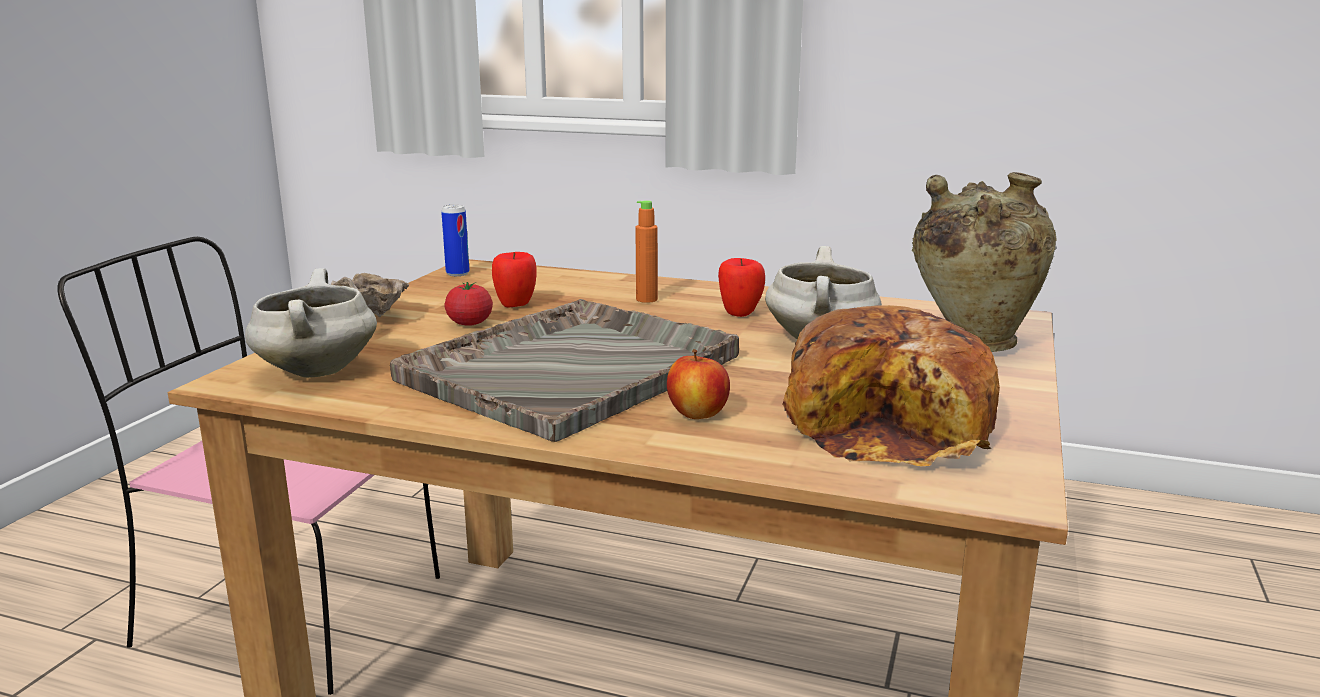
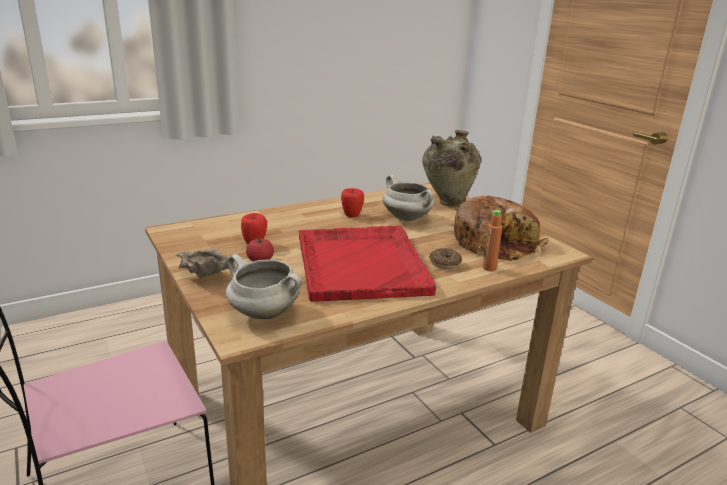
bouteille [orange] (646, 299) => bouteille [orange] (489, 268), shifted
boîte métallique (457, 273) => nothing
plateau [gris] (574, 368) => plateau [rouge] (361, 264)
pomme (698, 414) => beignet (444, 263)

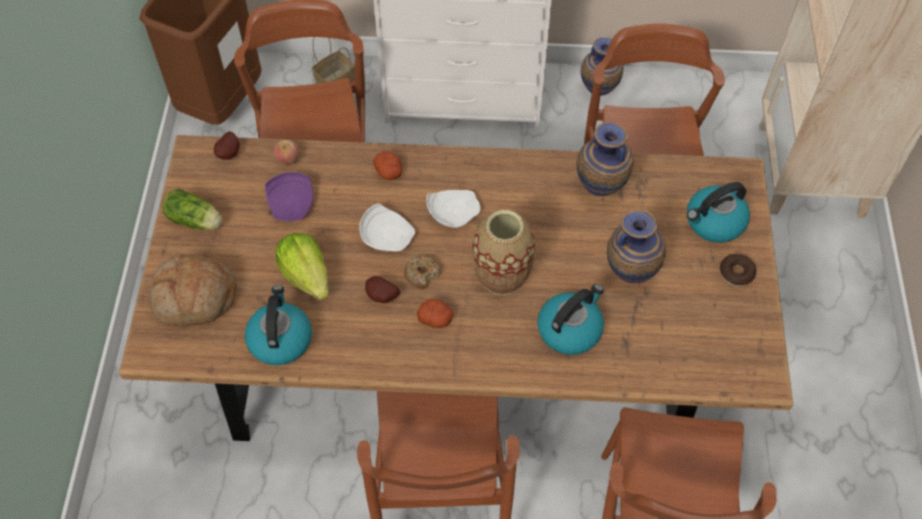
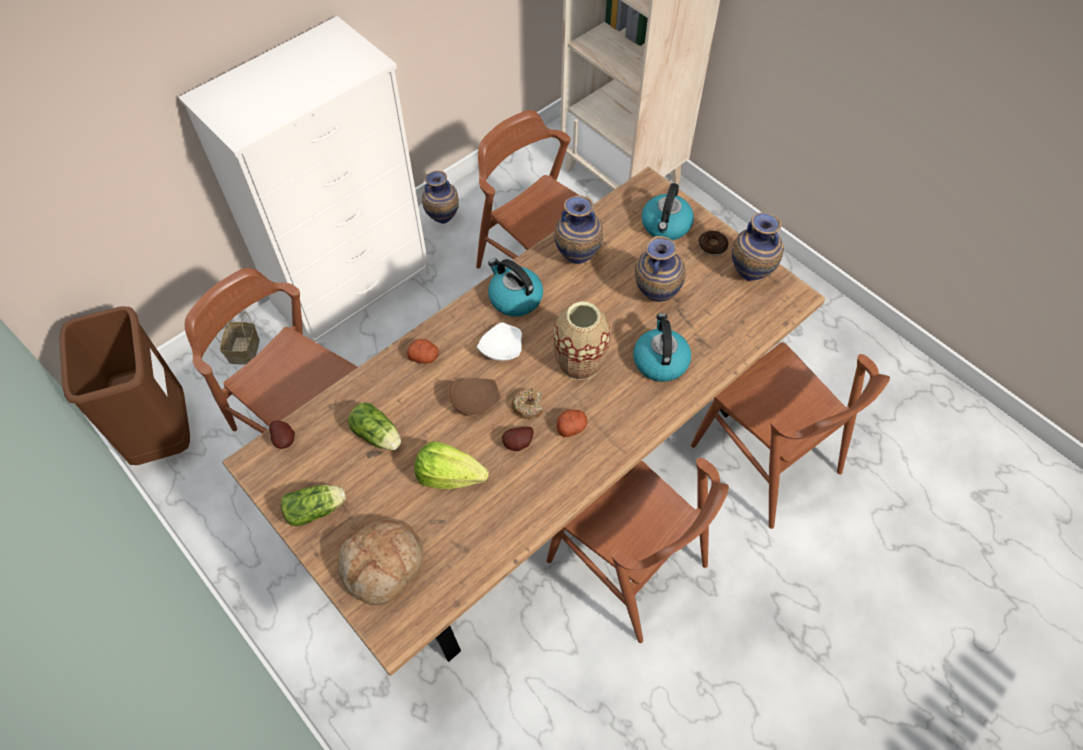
pomme (288, 159) => nothing
assiette [violet] (292, 204) => laitue (378, 436)
assiette [blanc] (387, 235) => assiette [marron] (473, 400)
bouilloire (280, 339) => bouilloire (514, 298), shifted
nothing => vase (750, 275)

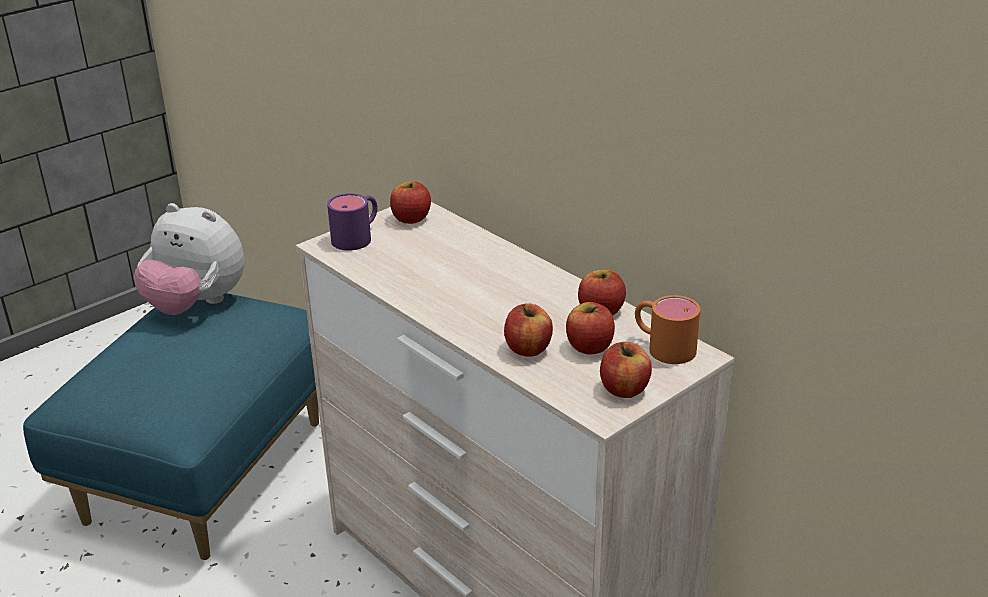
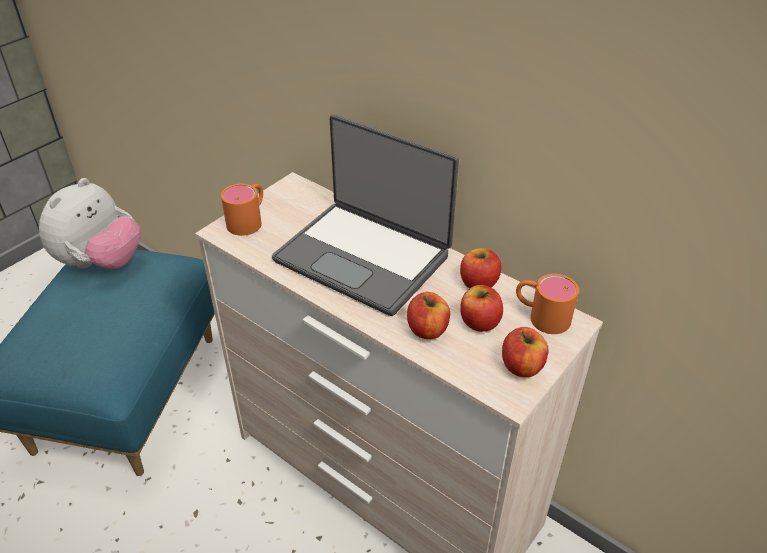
pomme (411, 218) => nothing
mug [violet] (358, 237) => mug [orange] (249, 220)
peluche (196, 305) => peluche (101, 262), 75 degrees counterclockwise
nothing => ordinateur portable (364, 256)

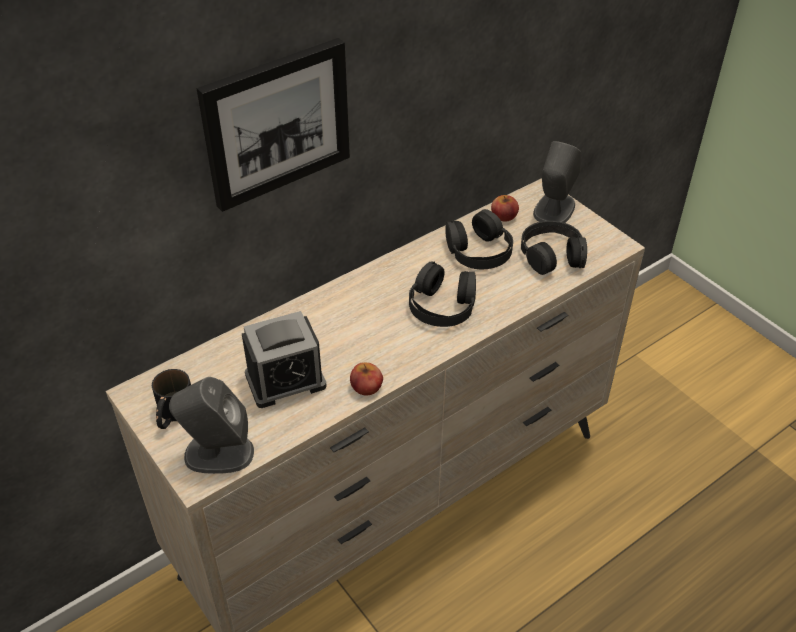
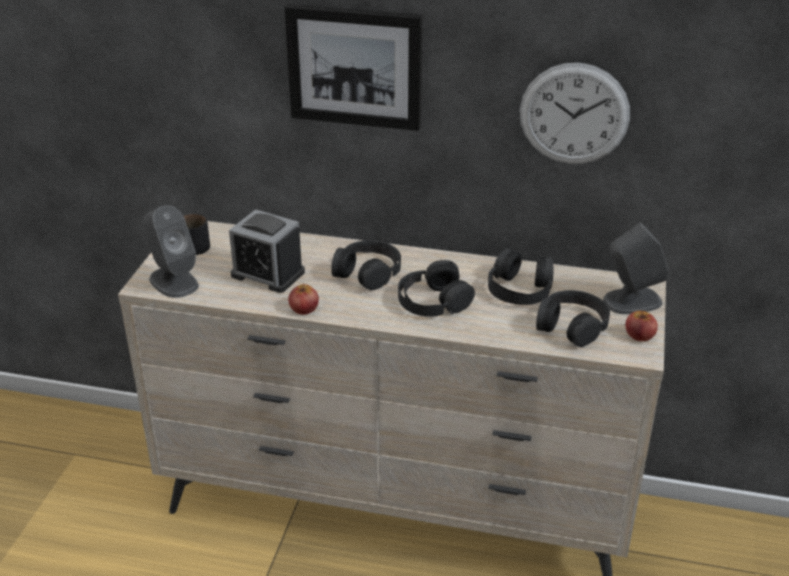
pomme (504, 216) => pomme (639, 335), shifted
nothing => horloge murale (574, 114)
nothing => casque audio [noir] (367, 272)

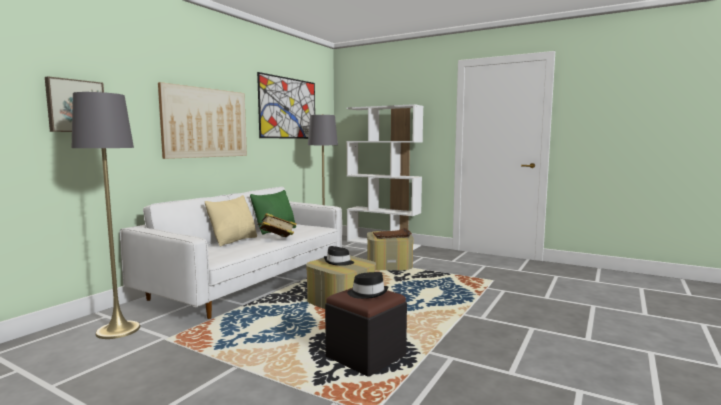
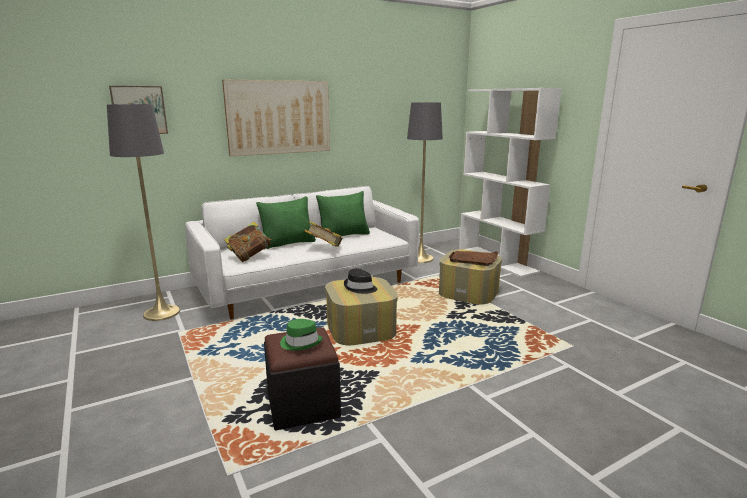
tableau (288, 108) => nothing
coussin [beige] (234, 241) => coussin [vert] (288, 243)
chapeau [noir] (368, 293) => chapeau [vert] (301, 342)
nothing => livre (249, 256)

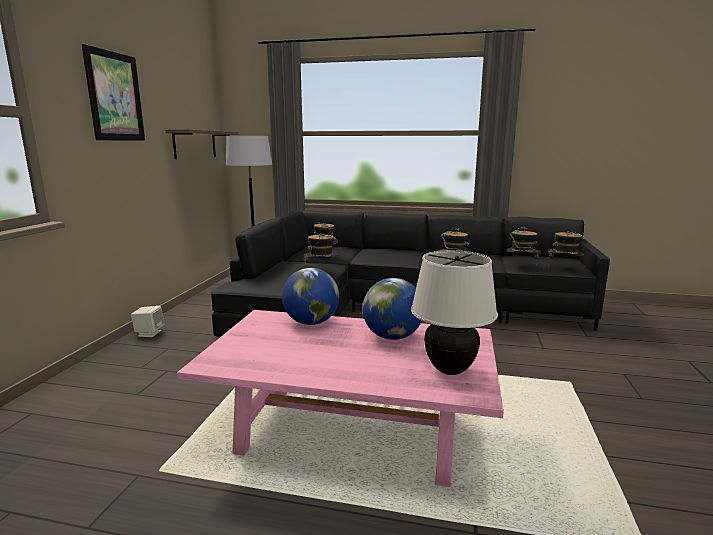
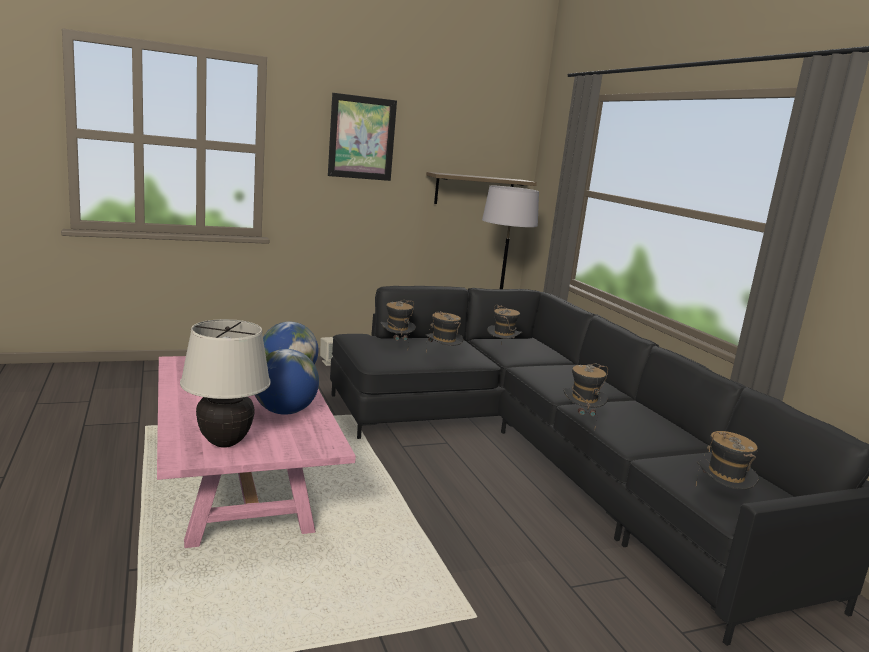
chapeau (521, 266) => chapeau (396, 346), shifted

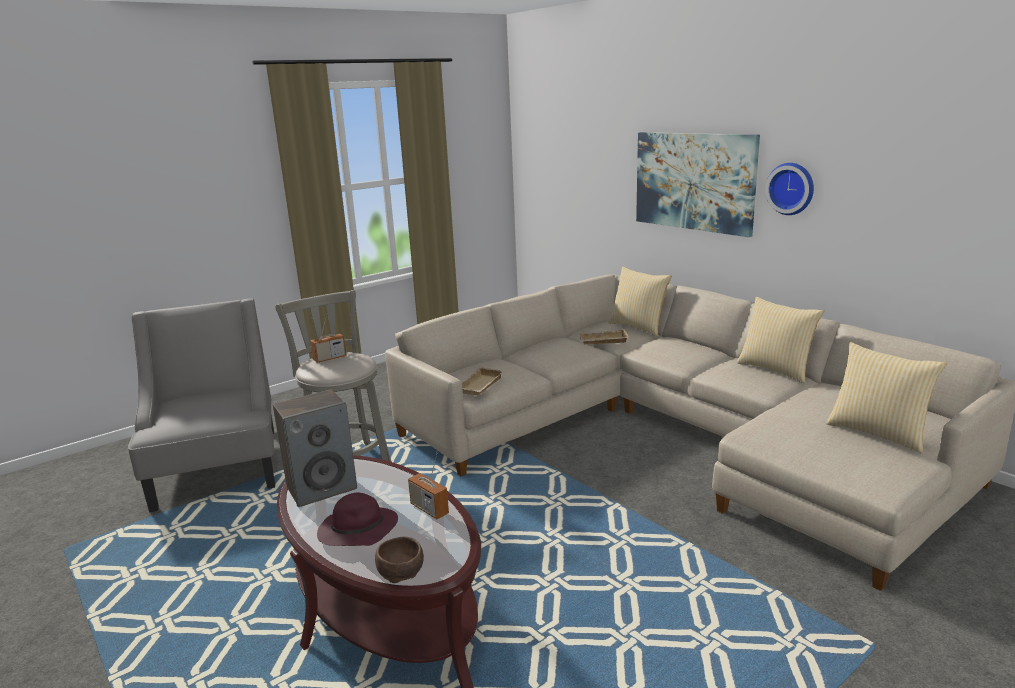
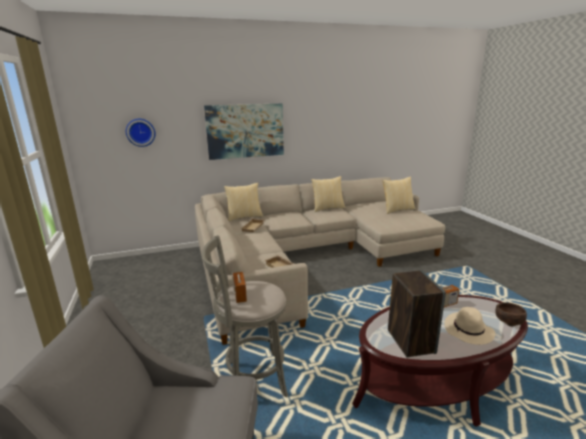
horloge murale (791, 188) => horloge murale (140, 132), shifted
chapeau [violet] (357, 531) => chapeau [beige] (468, 331)

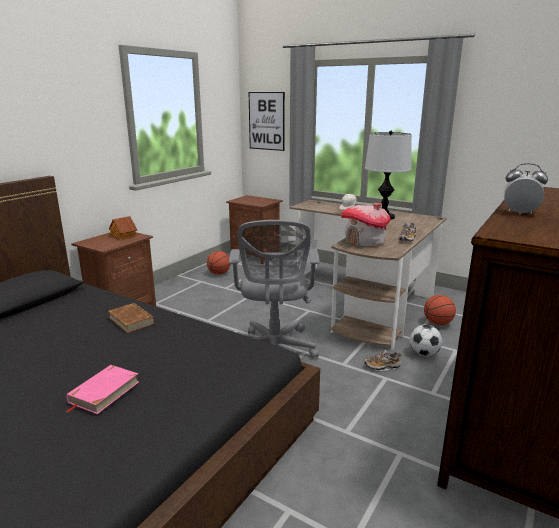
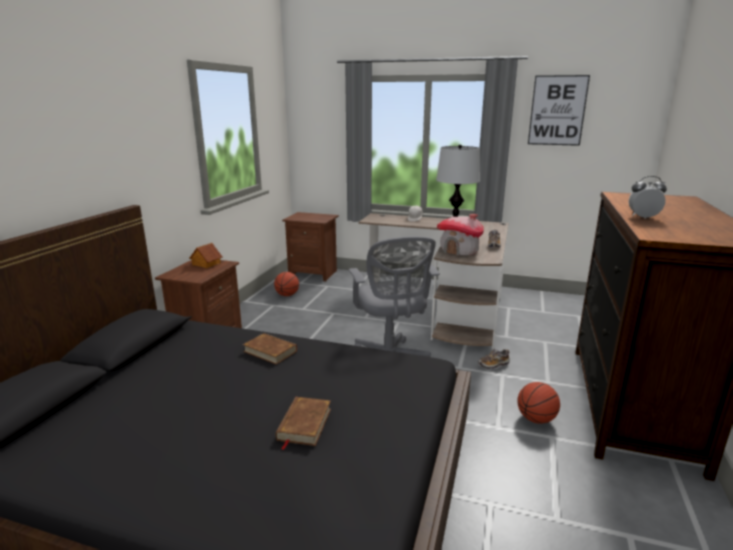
tableau (266, 121) => tableau (557, 110), shifted
ballon de basket (437, 323) => ballon de basket (536, 419), shifted
ballon de foot (424, 354) => nothing
livre [rose] (104, 392) => livre [marron] (304, 424)

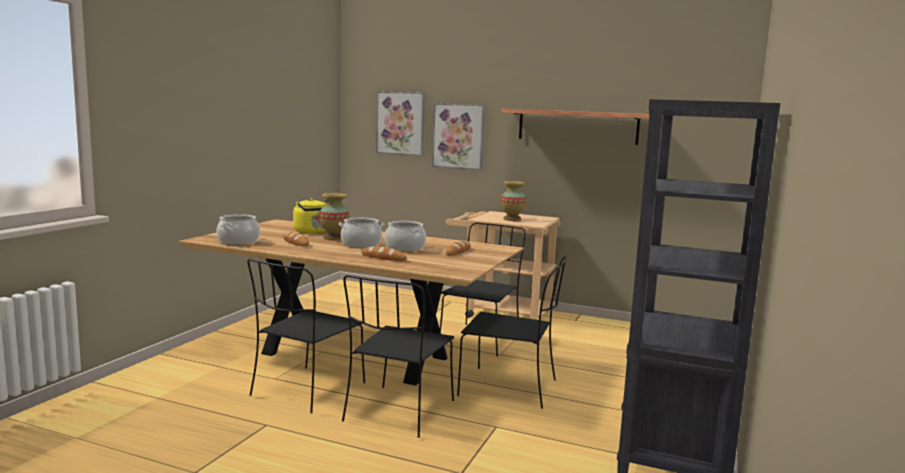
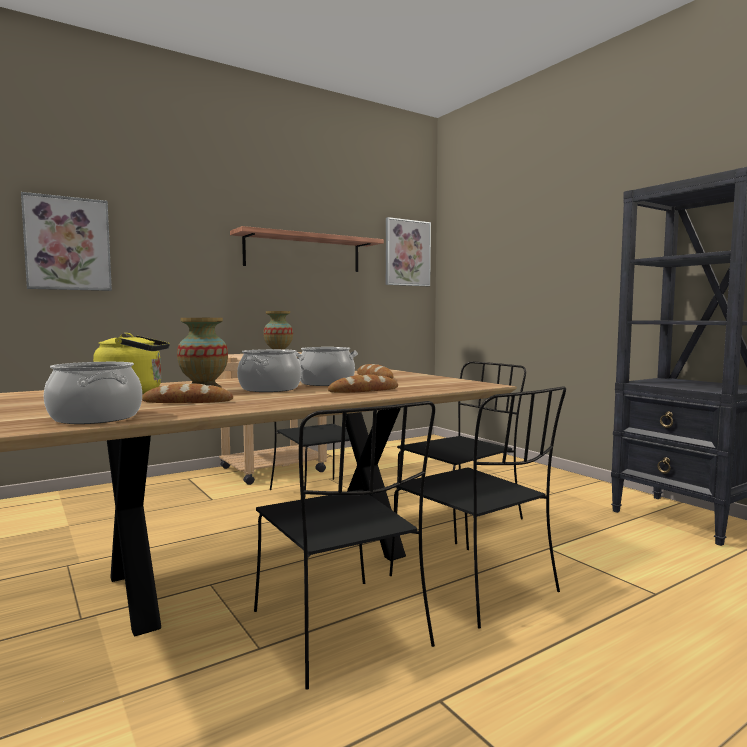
tableau (458, 136) => tableau (407, 253), shifted

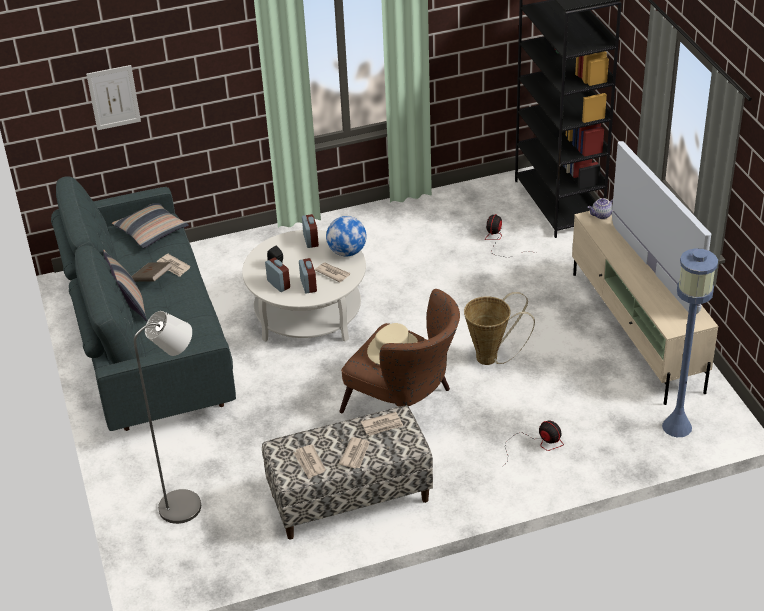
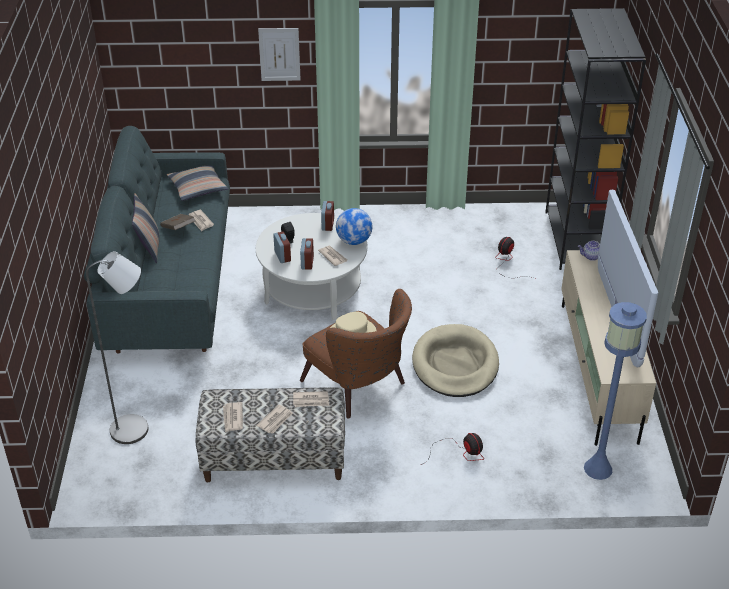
tableau (113, 97) => tableau (279, 54), shifted
panier (492, 358) => panier pour chien [beige] (455, 364)

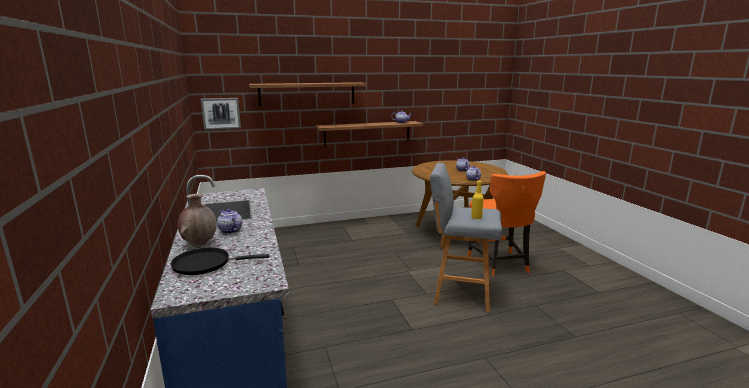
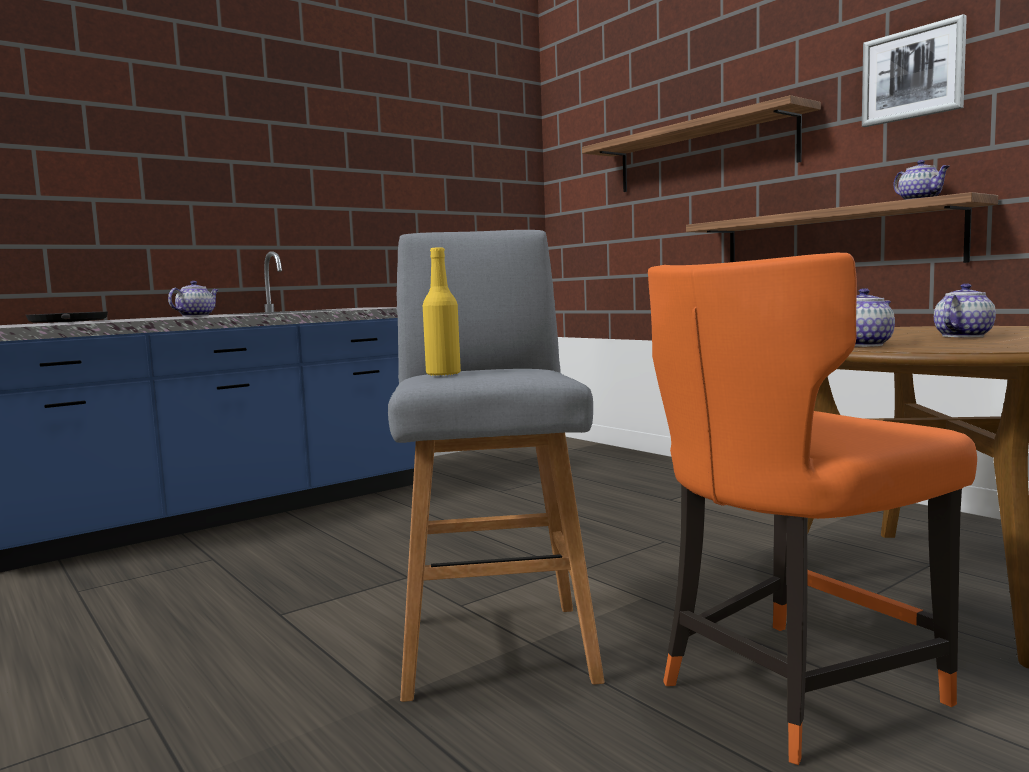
tableau (221, 113) => tableau (912, 74), shifted
vase [marron] (200, 243) => nothing

